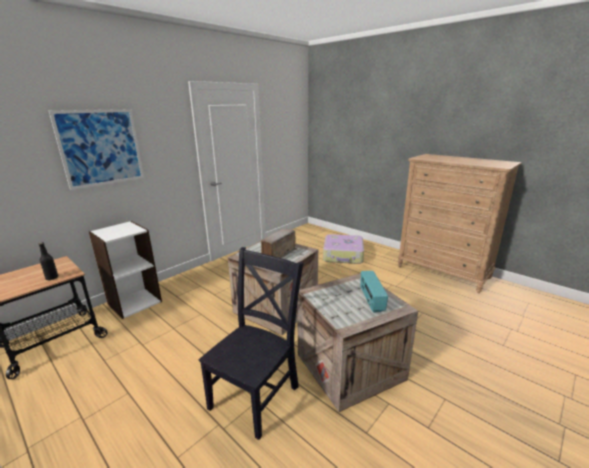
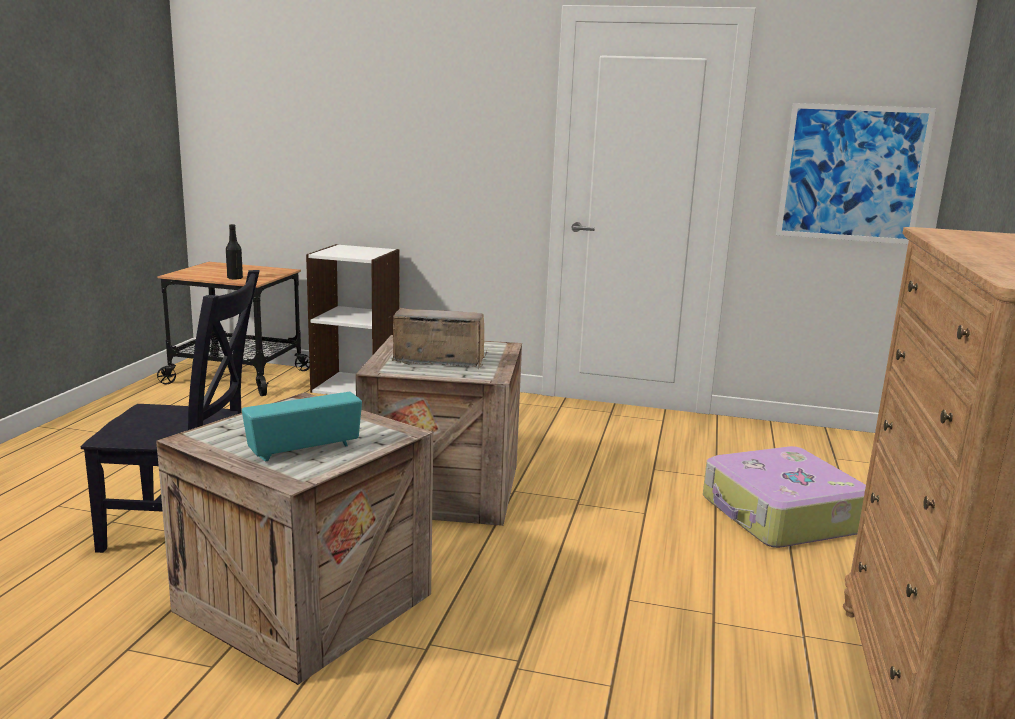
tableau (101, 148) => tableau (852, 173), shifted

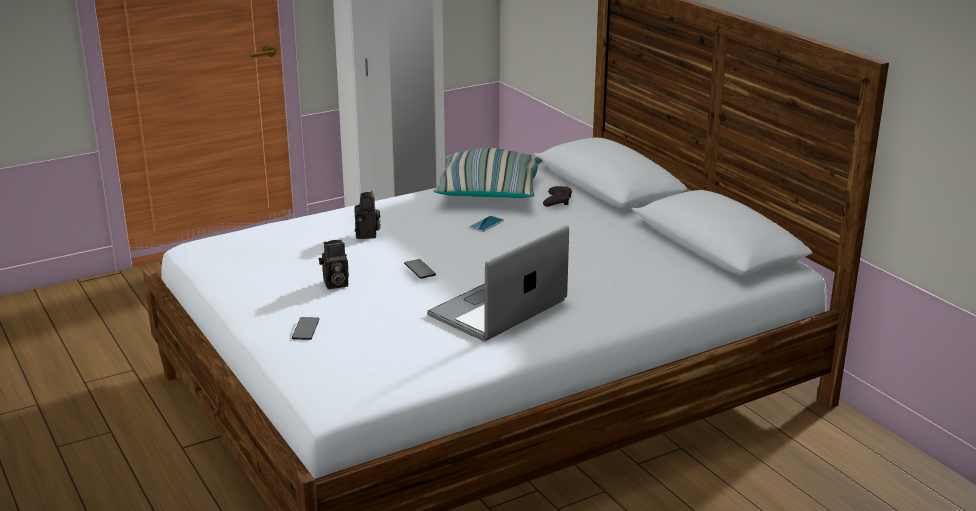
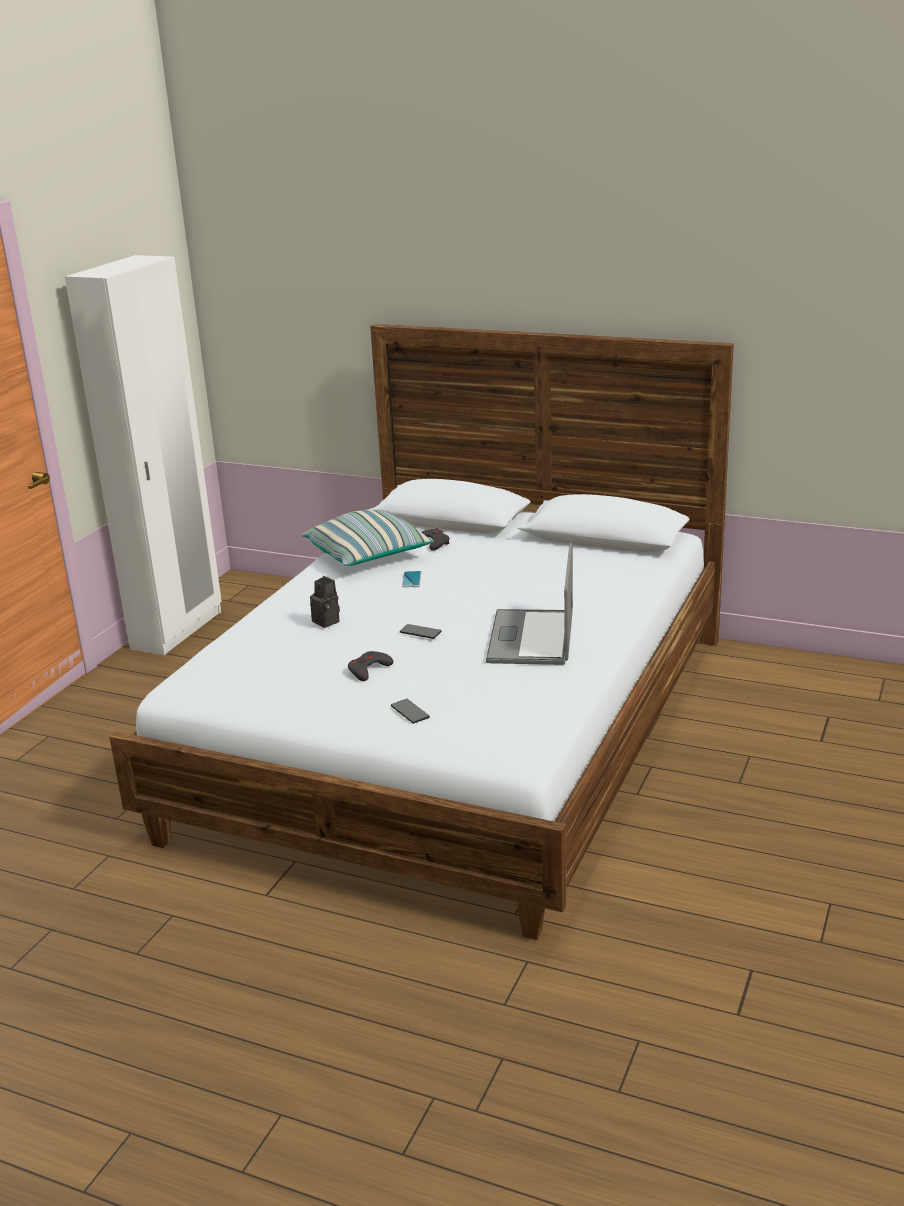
appareil photo (334, 284) => manette [gris] (368, 670)

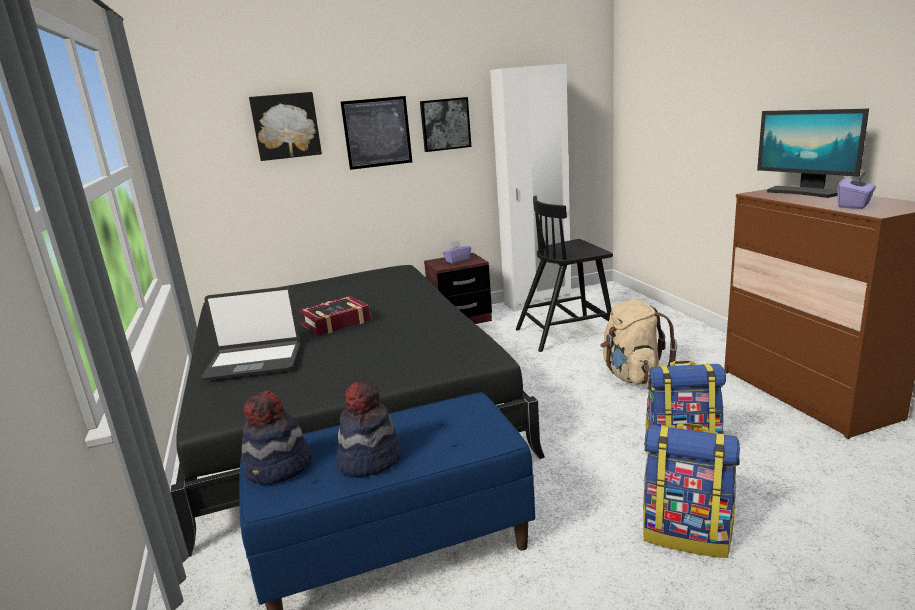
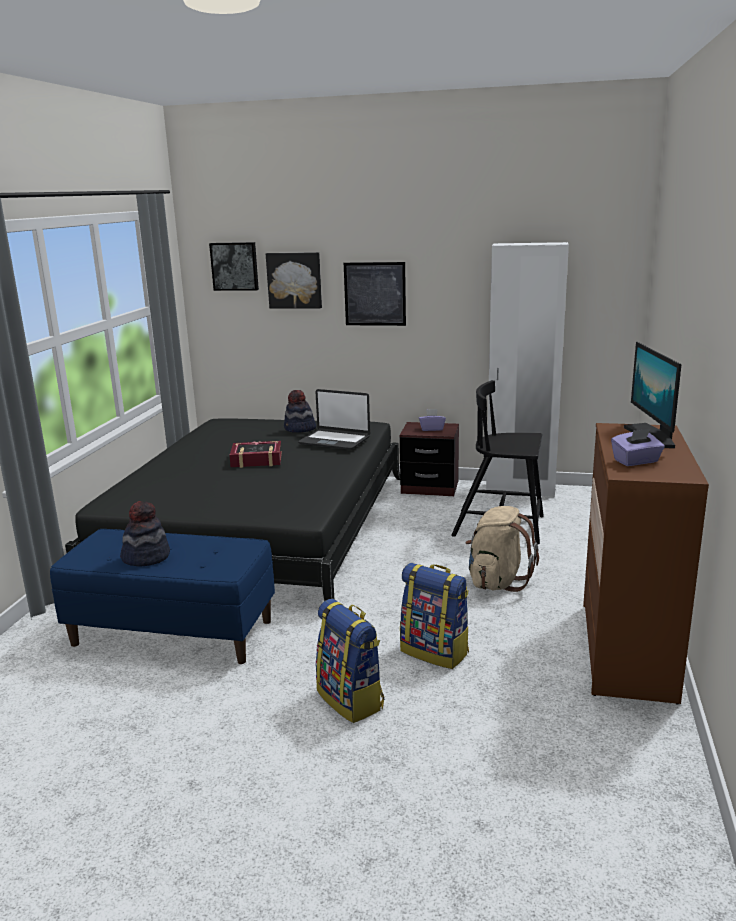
tableau (445, 124) => tableau (235, 266), shifted
ordinateur portable (254, 362) => ordinateur portable (335, 440), shifted
chapeau (279, 468) => chapeau (299, 429), shifted

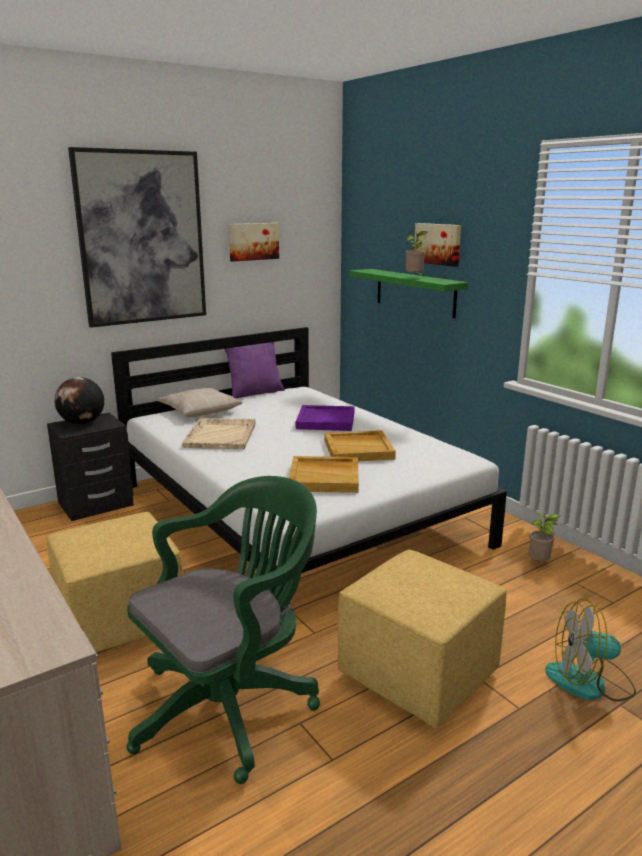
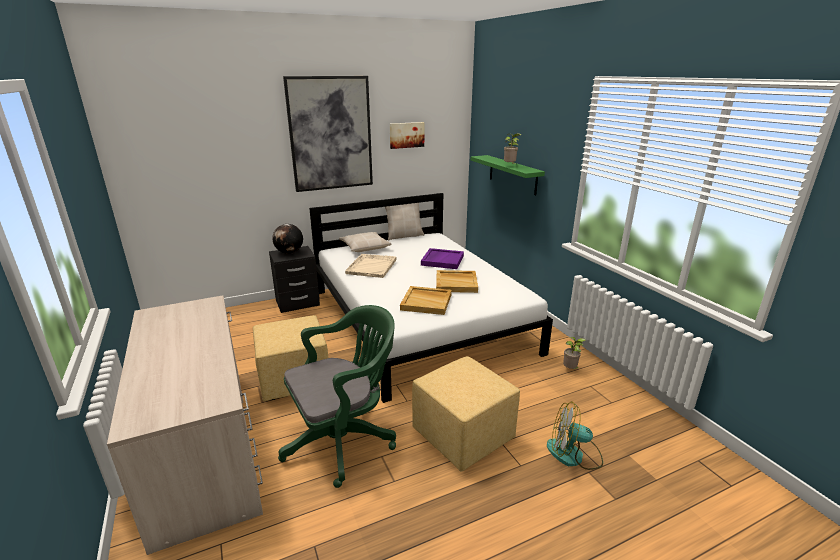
tableau (438, 244) => nothing
coussin [violet] (254, 393) => coussin [beige] (404, 236)

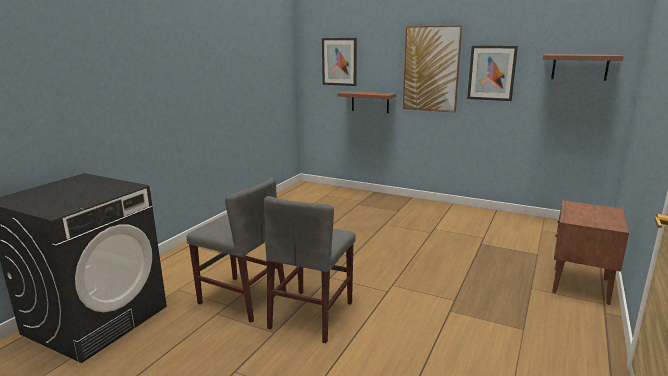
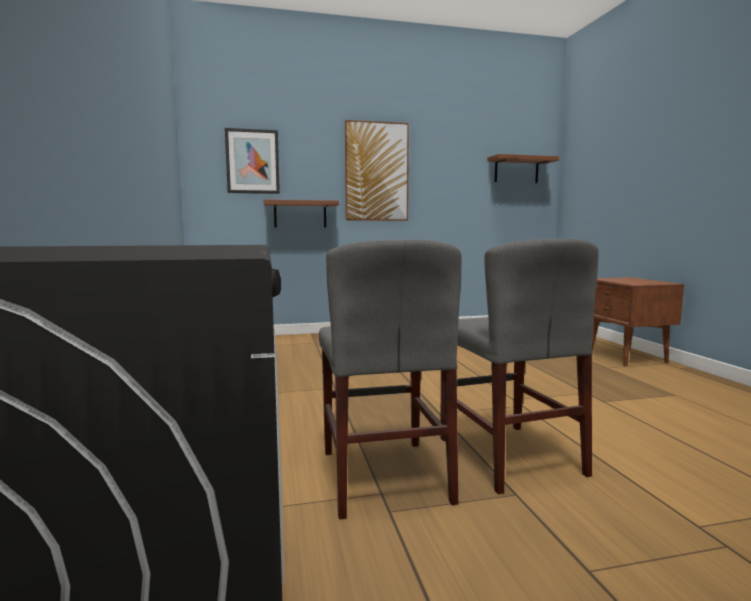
tableau (491, 73) => nothing
chaise [gris] (242, 298) => chaise [gris] (384, 475), 90 degrees clockwise

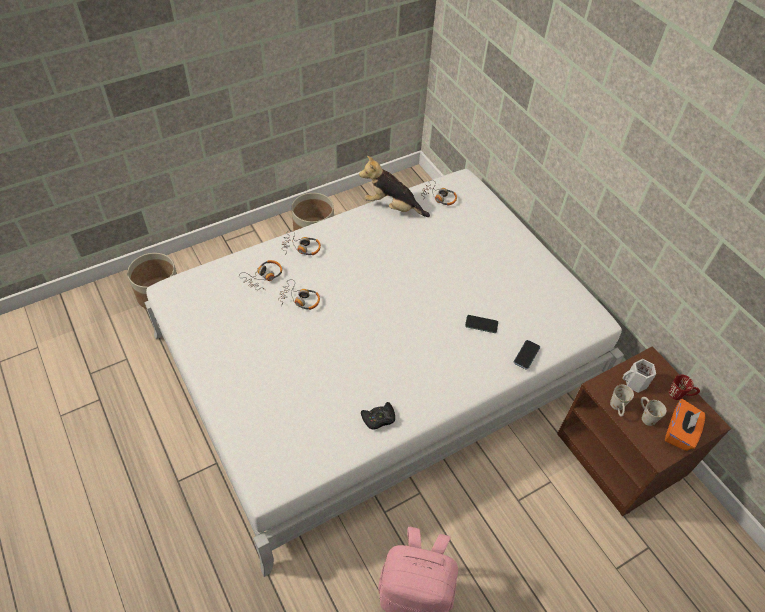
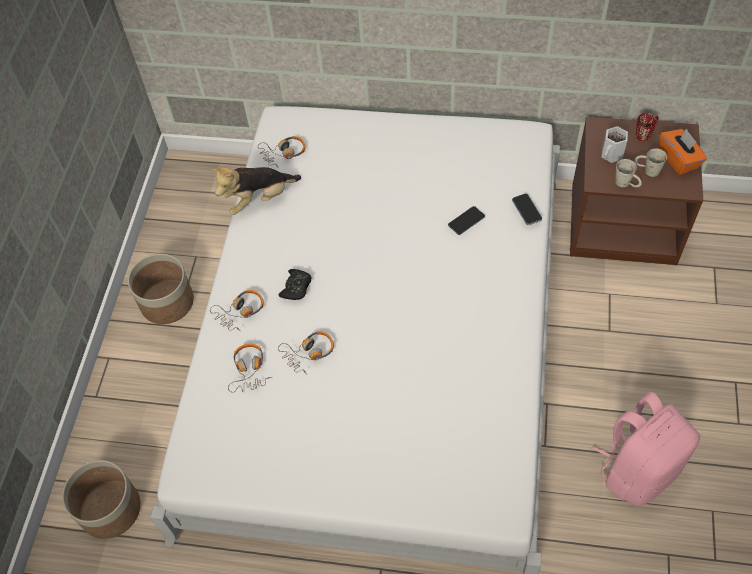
manette [noir] (378, 418) => manette [noir] (296, 287), shifted

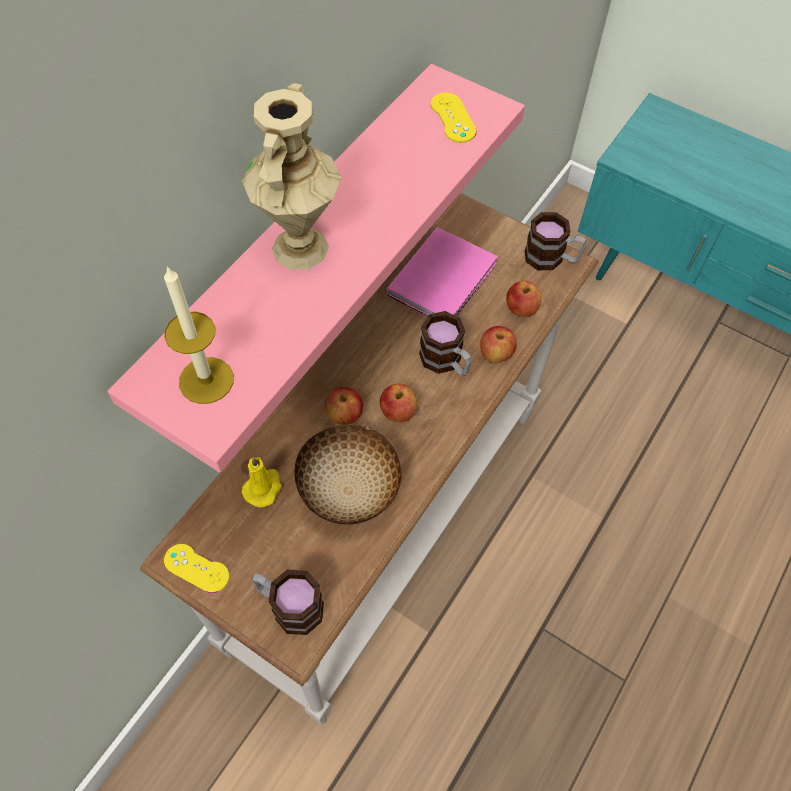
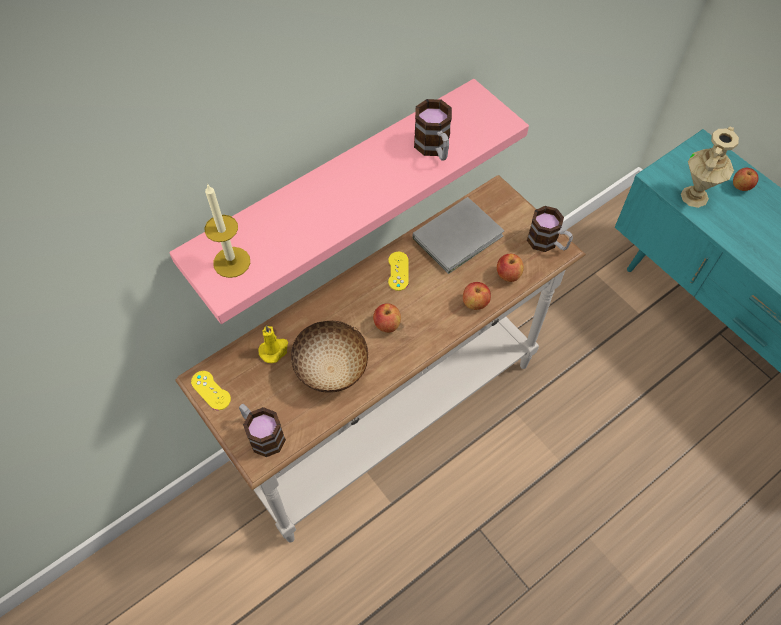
vase [beige] (301, 248) => vase [beige] (695, 197), shifted
manette [jaune] (453, 118) => manette [jaune] (398, 271), shifted
livre [rose] (445, 278) => livre [gris] (460, 237)
mug (446, 362) => mug (434, 148), shifted
pomme (344, 415) => pomme (741, 186), shifted

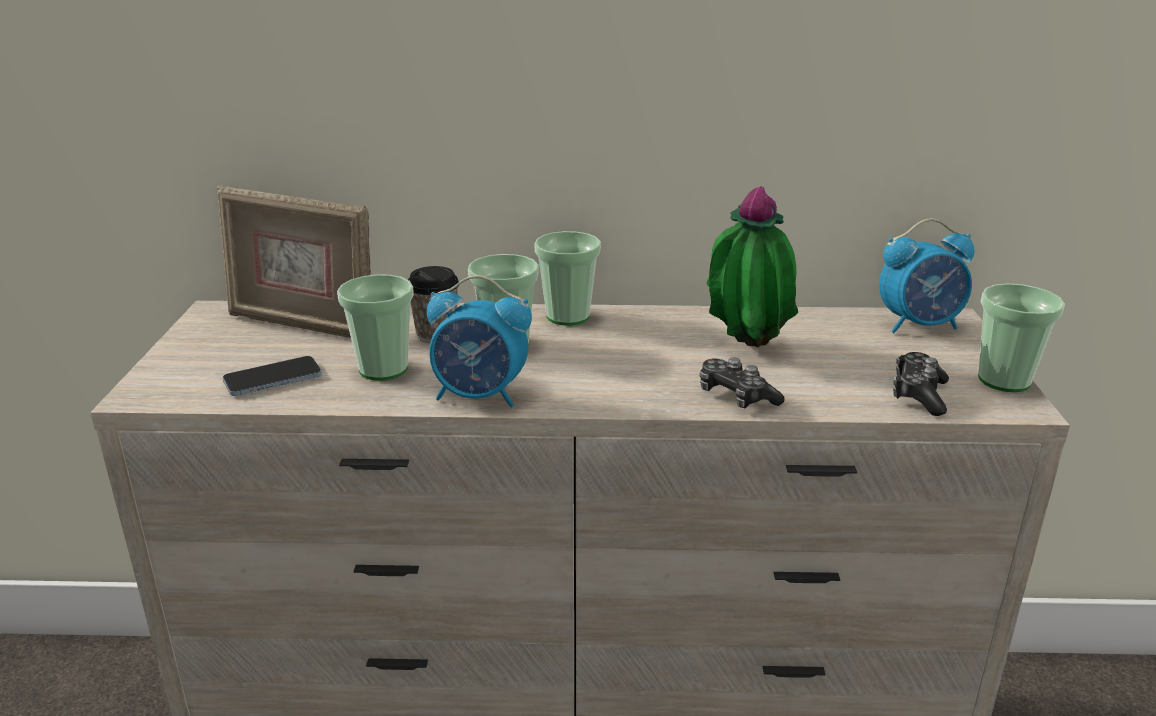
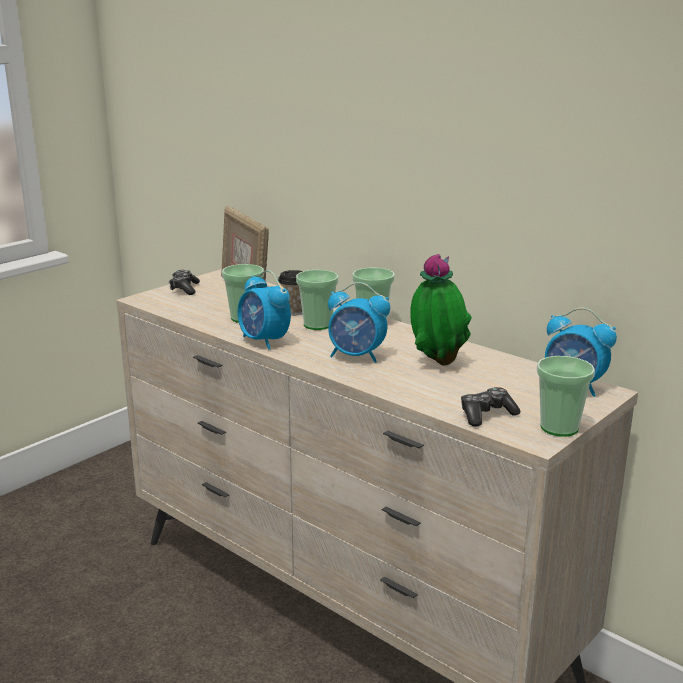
téléphone (273, 379) => nothing
manette (736, 396) => manette (184, 289), shifted
nothing => réveil (357, 356)

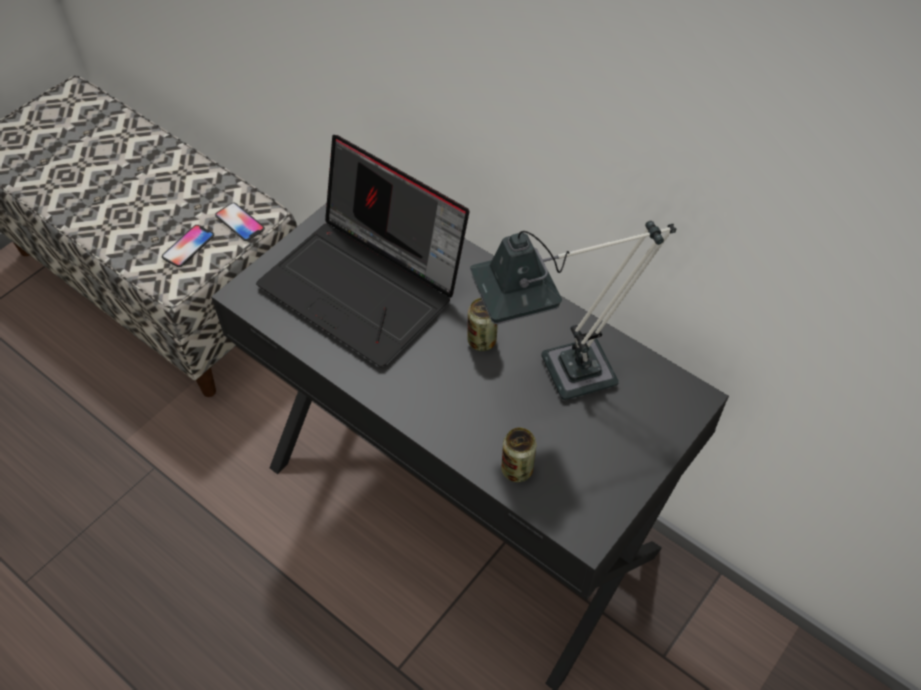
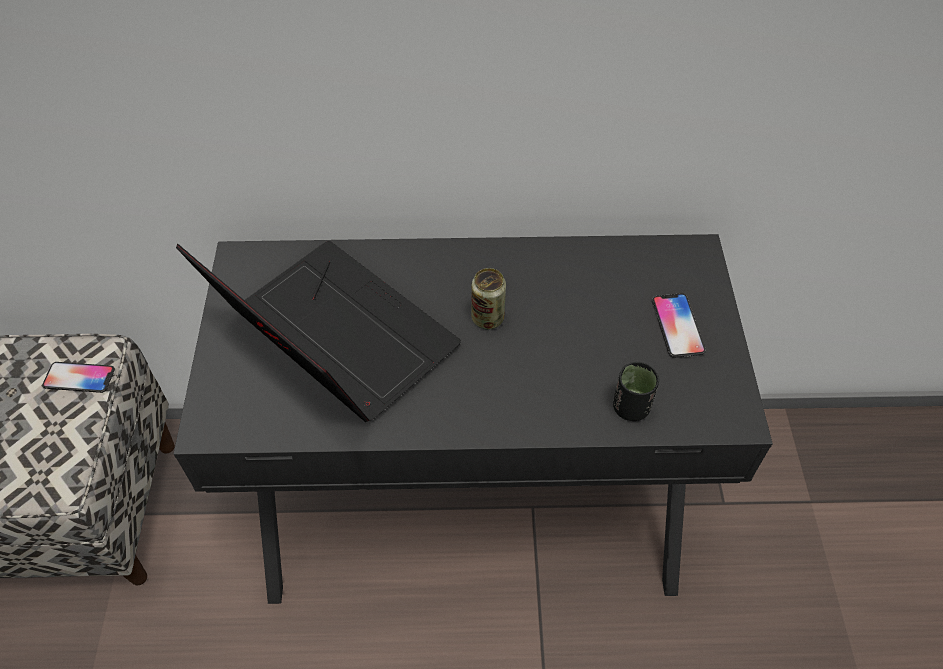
ordinateur portable (366, 286) => ordinateur portable (330, 338), 135 degrees counterclockwise
lampe de table (561, 375) => nothing
téléphone (188, 246) => téléphone (677, 326), shifted
boîte métallique (517, 470) => tasse [noir] (630, 407)

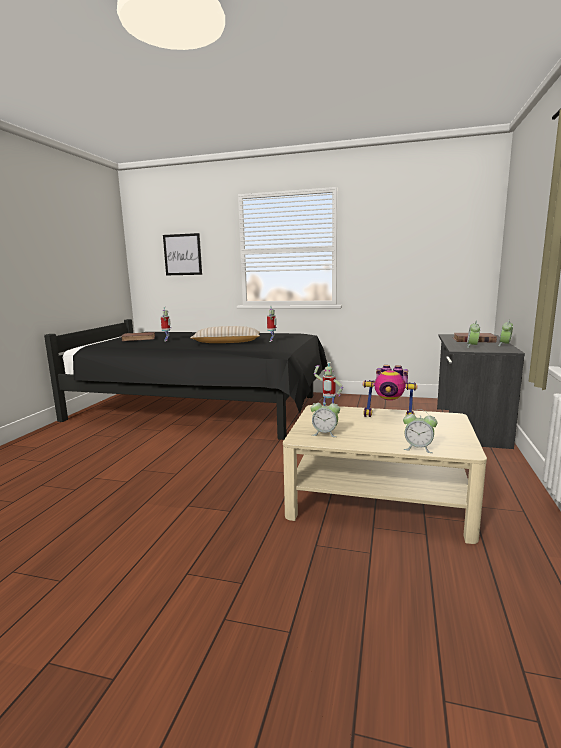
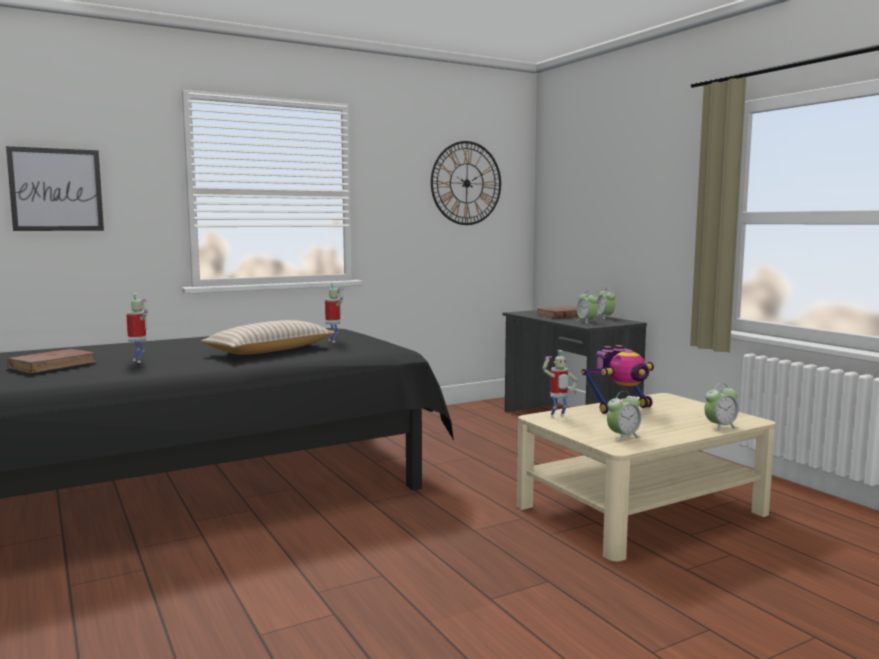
nothing => horloge murale (466, 183)

